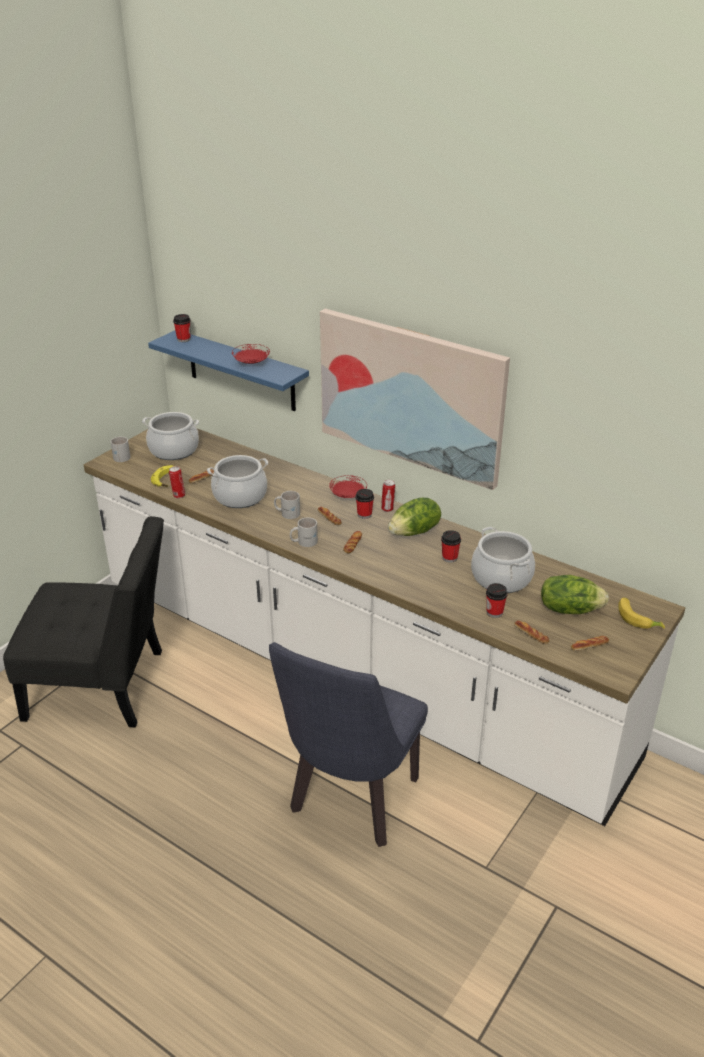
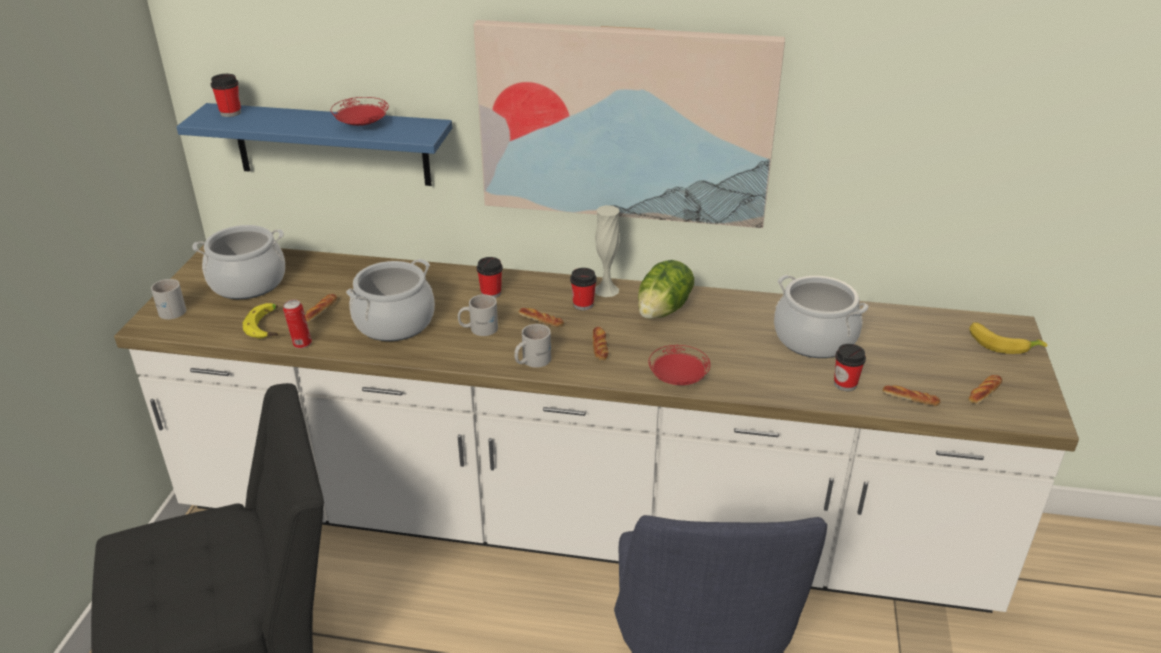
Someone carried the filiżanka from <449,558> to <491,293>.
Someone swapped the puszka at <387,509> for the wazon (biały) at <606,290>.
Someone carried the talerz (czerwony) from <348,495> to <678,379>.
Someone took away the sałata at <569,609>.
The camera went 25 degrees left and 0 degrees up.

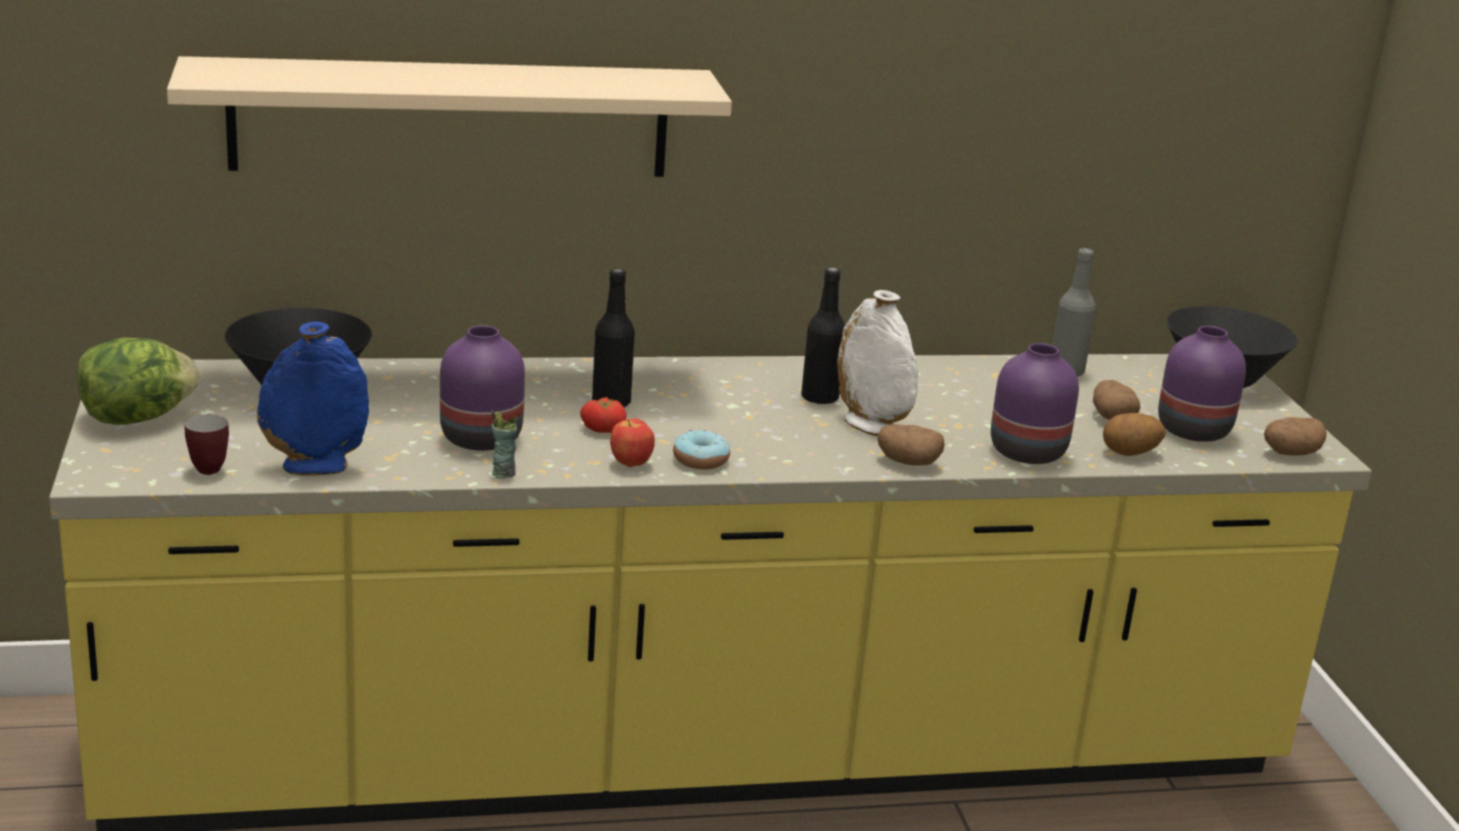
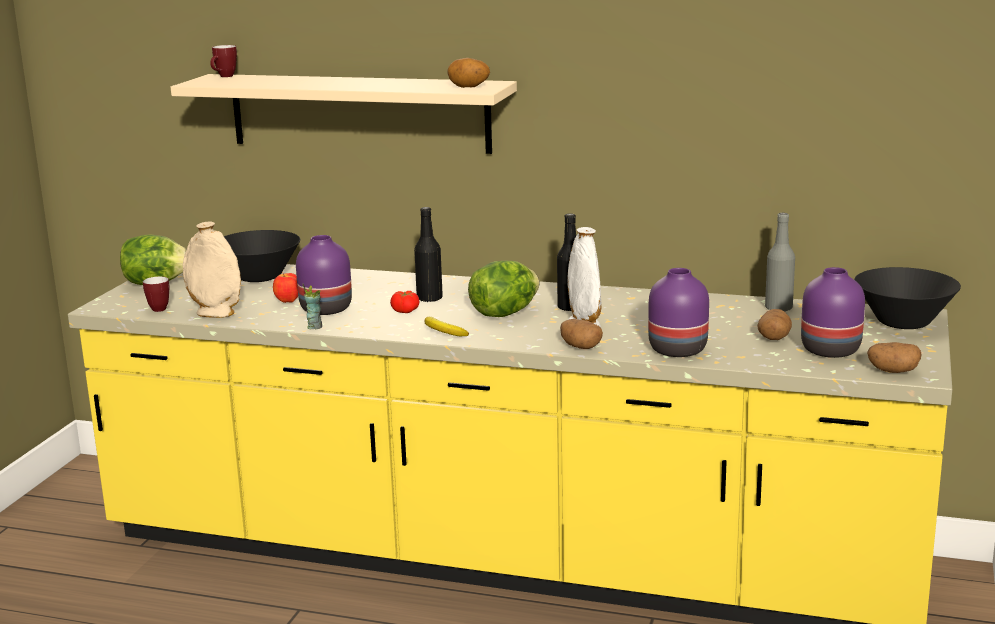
Someone repainted the wazon (niebieski) at <315,467>, which became the wazon (beżowy) at <215,313>.
Someone put down the kubek at <224,77>.
Someone carried the jabłko from <631,464> to <288,301>.
Someone swapped the donut at <701,460> for the banan at <443,332>.
Someone carried the ziemniak from <1130,453> to <468,87>.
Someone put down the sałata at <504,313>.
The camera went 30 degrees right and 5 degrees down.

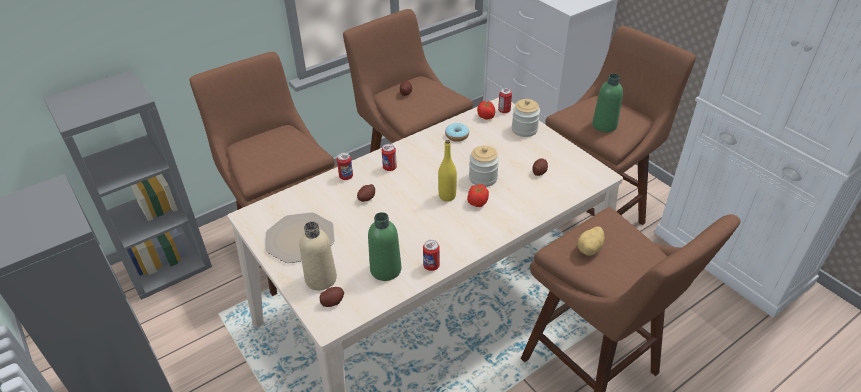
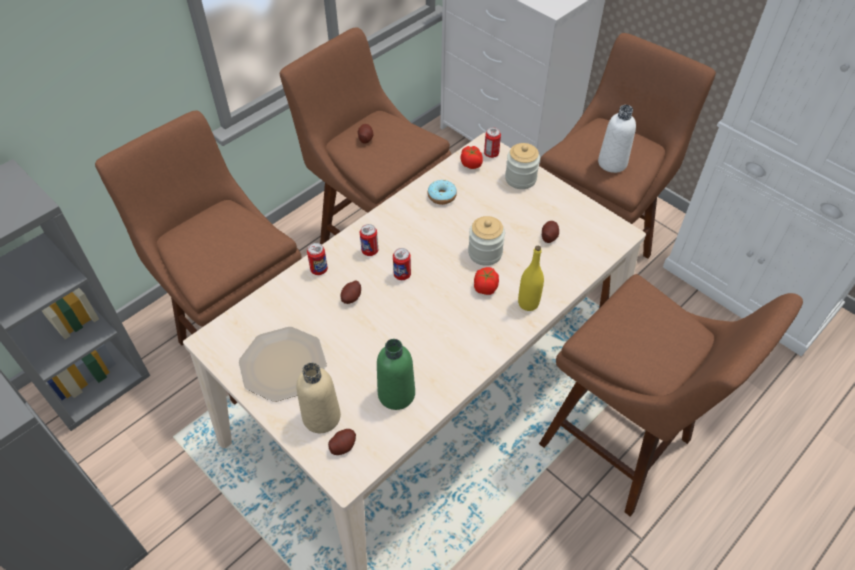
Someone carried the puszka from <431,266> to <402,275>.
Someone carried the butelka (żółty) from <447,196> to <528,303>.
Someone repainted the butelka (zielony) at <604,125>, which became the butelka (biały) at <612,163>.
Someone took away the ziemniak at <590,249>.
The camera went 10 degrees left and 10 degrees up.

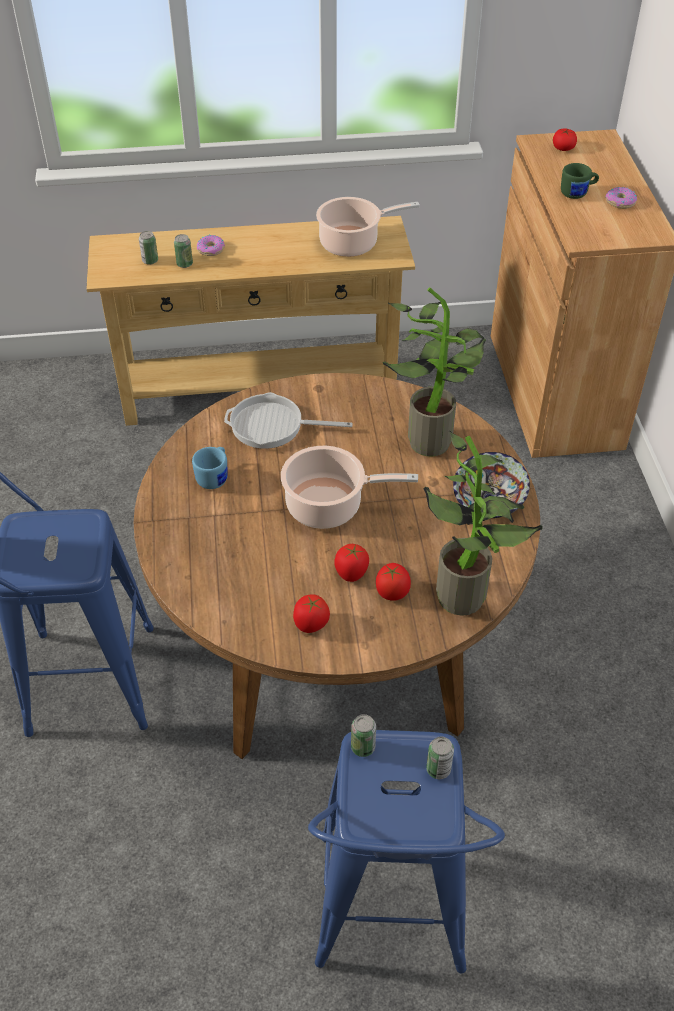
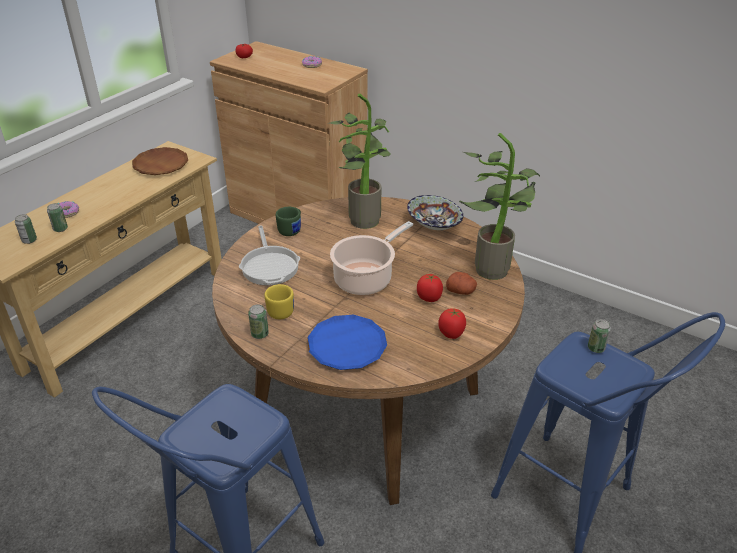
Someone swapped the garnek at <353,243> for the talerz (brązowy) at <161,165>.
Someone rotated the patelnia at <272,426> by 60 degrees counterclockwise.
Someone carried the puszka from <363,747> to <260,334>.
Someone repainted the kubek (niebieski) at <215,477>, which became the kubek (żółty) at <279,310>.
Someone carried the kubek (zielony) from <578,193> to <291,230>.
Someone put down the talerz (niebieski) at <347,346>.
Someone swapped the pomidor at <392,592> for the ziemniak at <461,291>.
The camera went 50 degrees left and 10 degrees down.

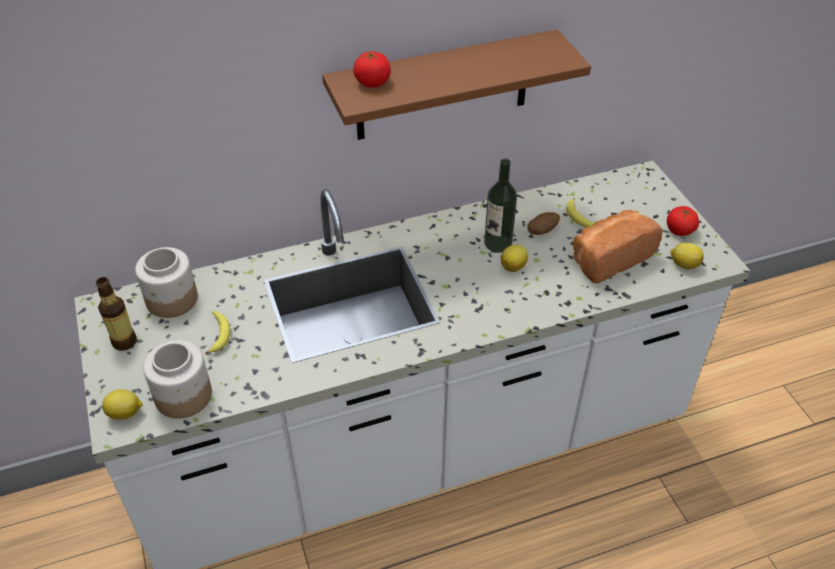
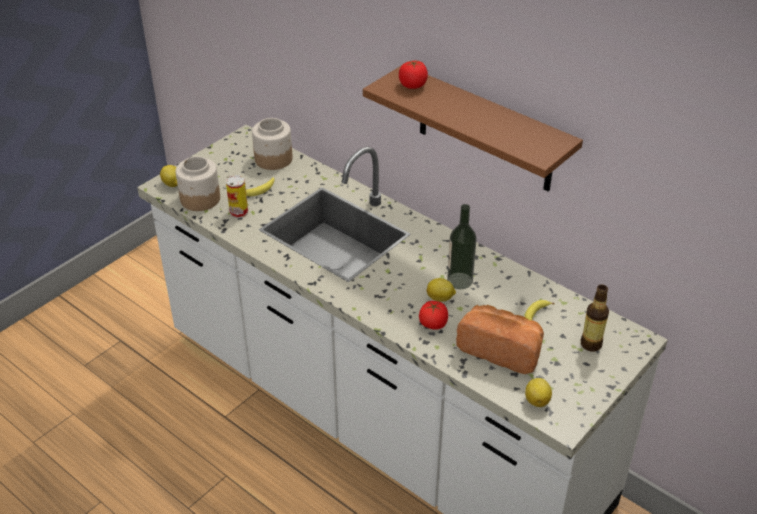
Someone put down the puszka at <239,212>.
Someone carried the pomidor from <679,230> to <433,324>.
Someone carried the butelka from <124,342> to <591,344>.
Someone took away the ziemniak at <542,231>.
The camera went 60 degrees right and 5 degrees down.

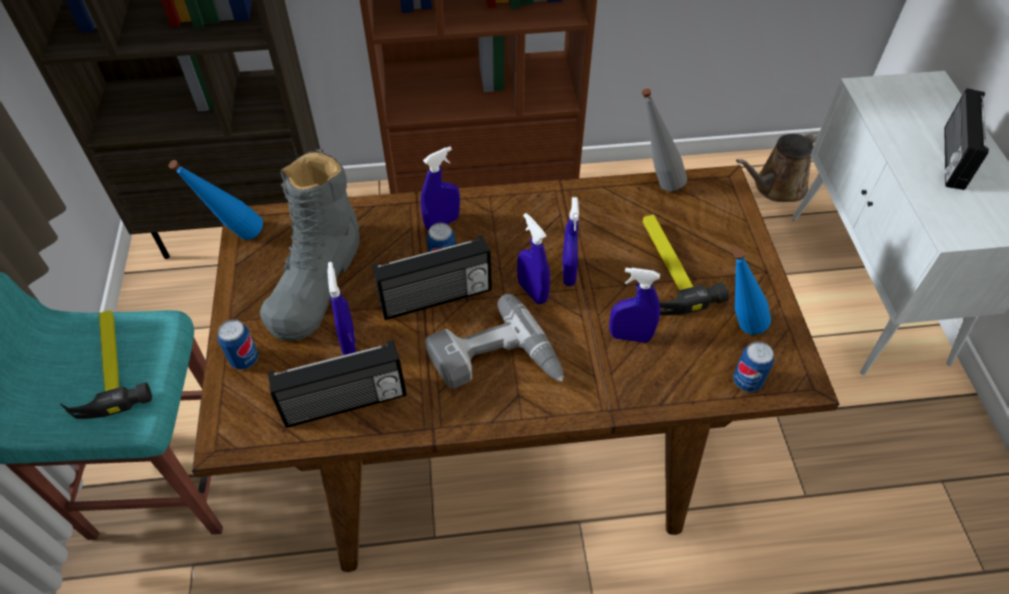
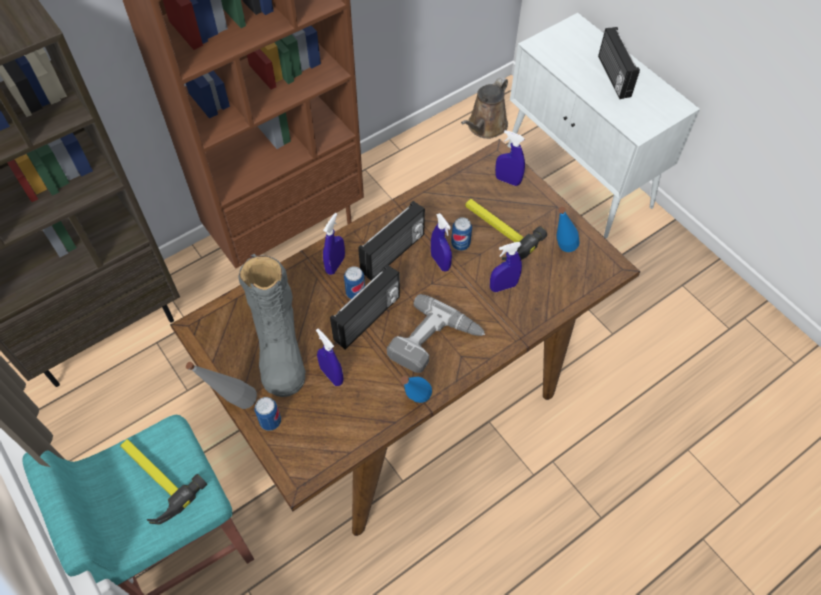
Someone carried the butelka (szary) from <656,182> to <233,403>.
Someone carried the radio from <345,404> to <393,254>.
Someone carried the butelka (niebieski) from <235,238> to <414,404>.
Someone carried the puszka from <747,381> to <460,244>.
Someone carried the spryskiwacz (niebieski) from <532,292> to <507,180>.
The camera went 30 degrees left and 5 degrees up.

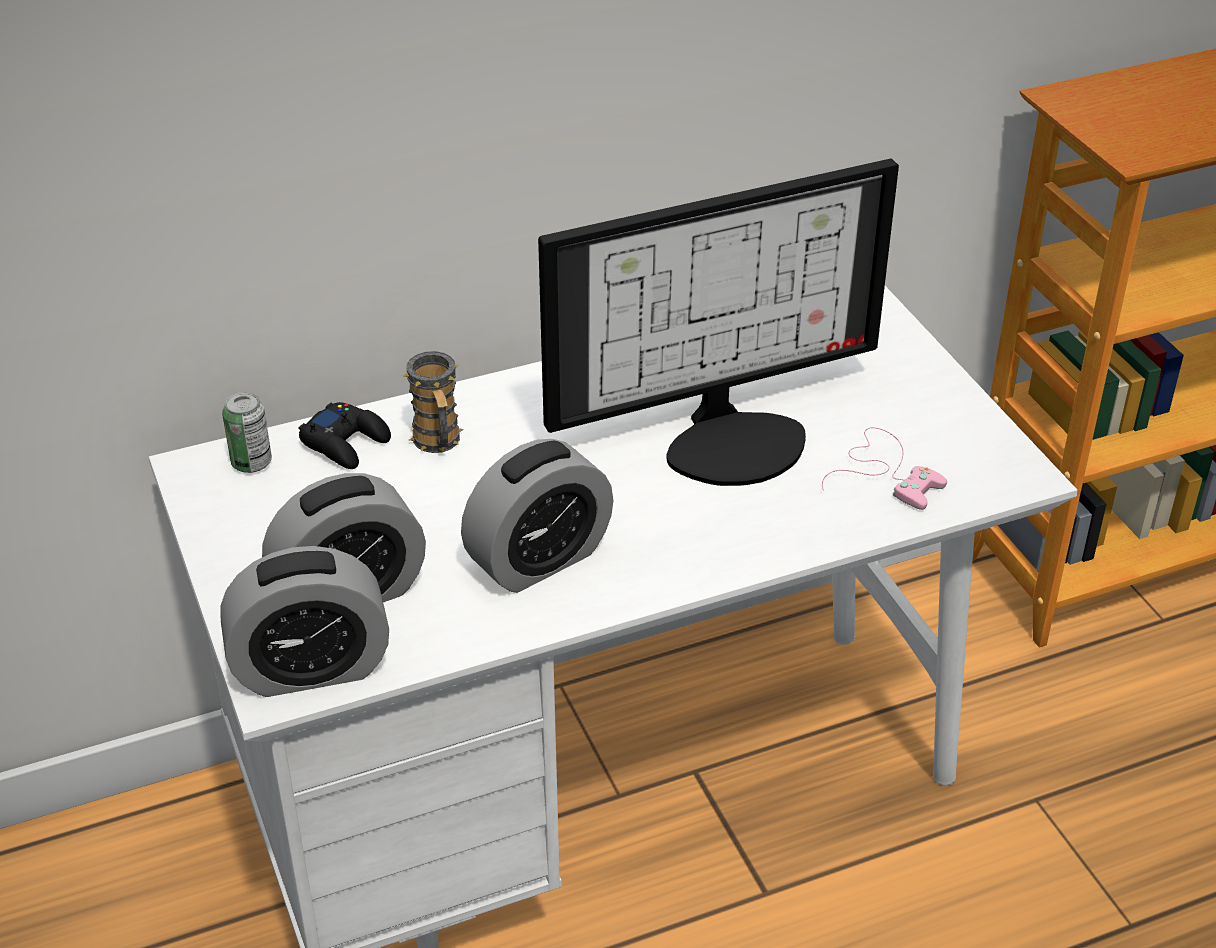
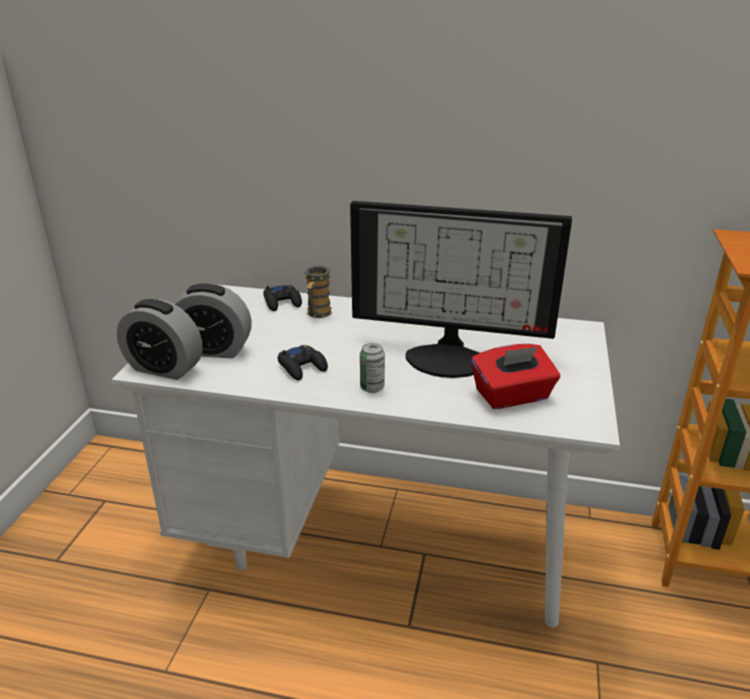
Someone swapped the budzik at <539,559> for the pad do gier (czarny) at <302,367>.
Someone carried the puszka from <251,463> to <372,387>.
Someone swapped the pad do gier (różowy) at <885,471> for the pudełko chusteczek (czerwony) at <512,396>.
The camera went 35 degrees right and 10 degrees down.

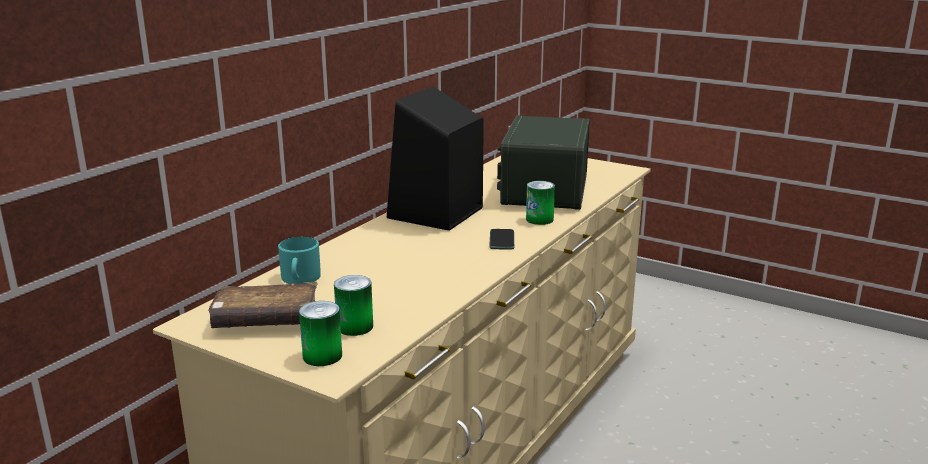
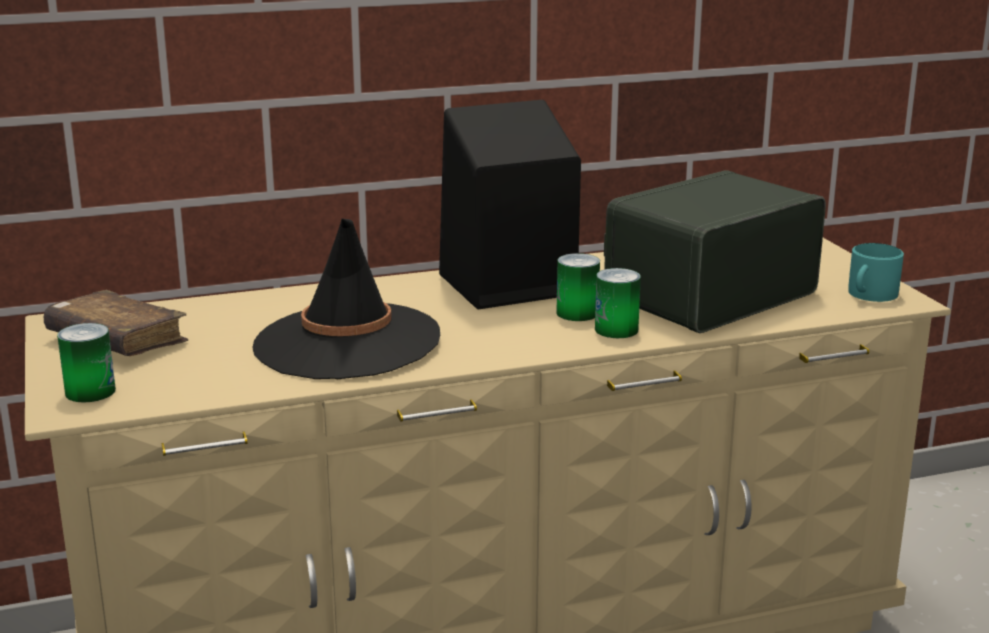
Someone put down the kapelusz (czarny) at <347,342>.
Someone carried the puszka from <355,326> to <577,313>.
Someone carried the kubek (turkusowy) from <300,278> to <870,294>.
Someone took away the telefon at <501,240>.
The camera went 40 degrees right and 0 degrees up.

